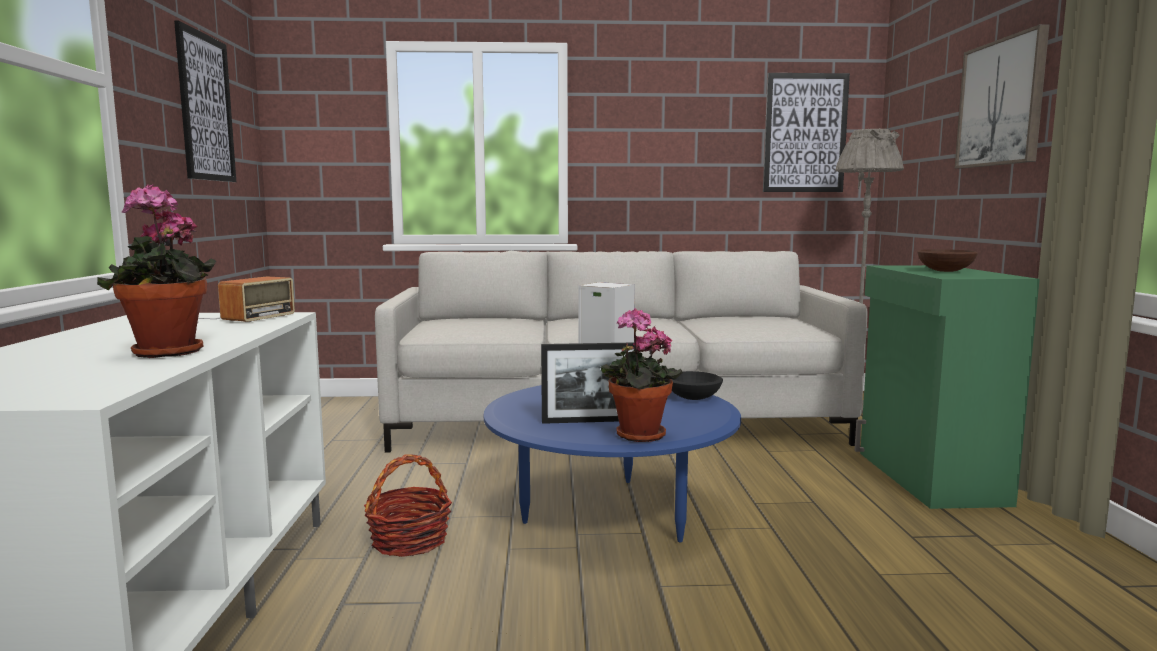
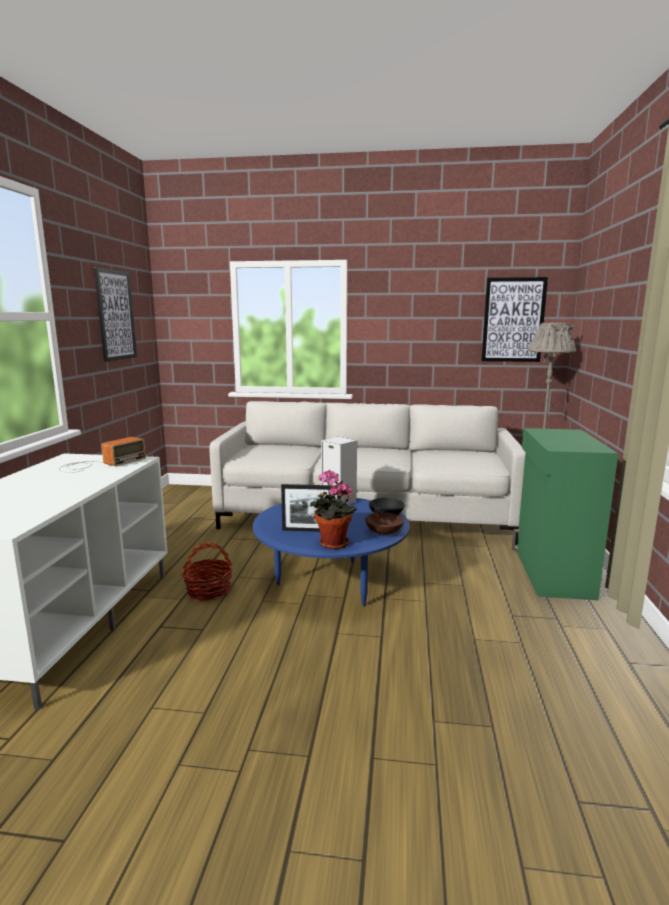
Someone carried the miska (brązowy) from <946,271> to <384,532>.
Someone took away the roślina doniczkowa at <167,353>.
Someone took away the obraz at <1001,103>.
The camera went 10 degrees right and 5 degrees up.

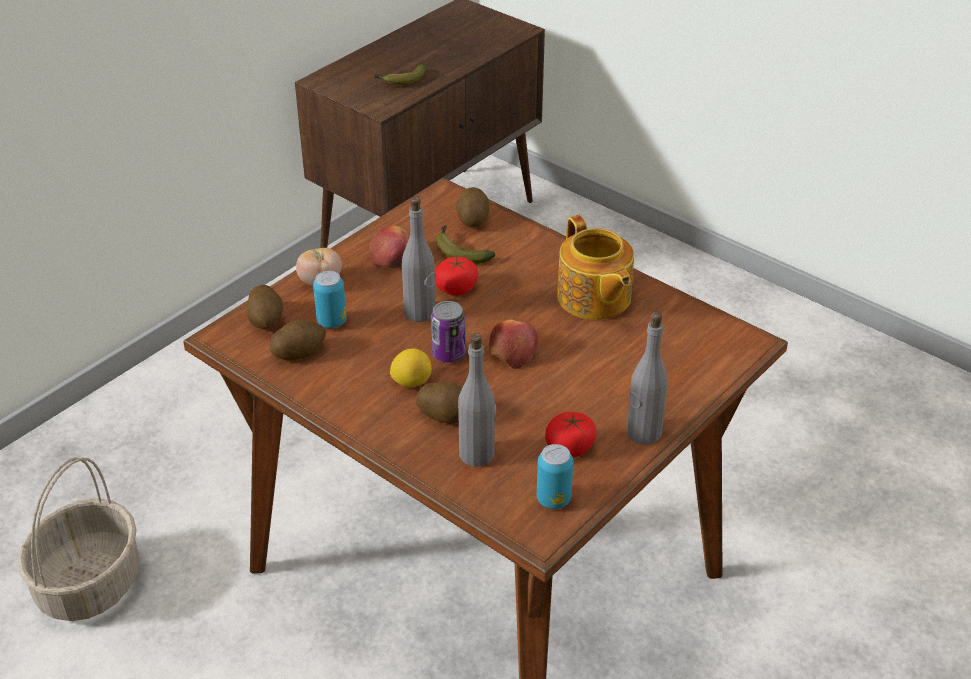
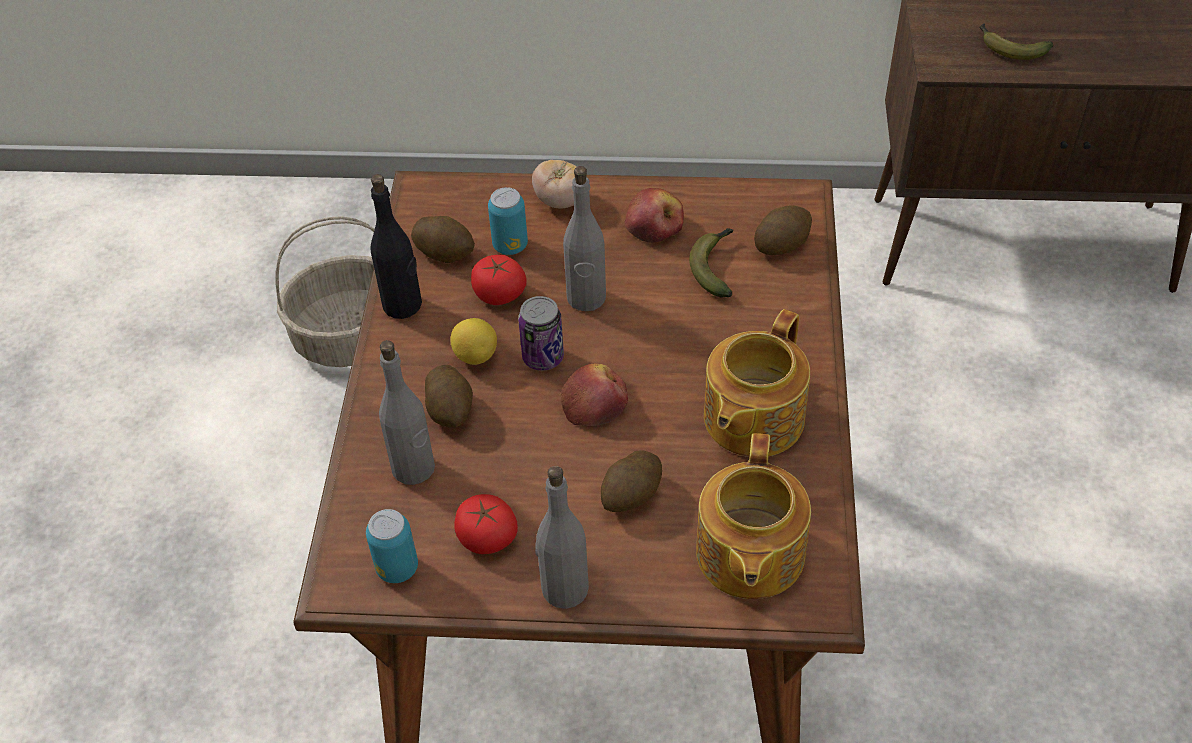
Someone put down the butelka (czarny) at <402,305>.
Someone carried the pomidor from <456,288> to <499,293>.
Someone carried the ziemniak from <266,320> to <631,495>.
Someone put down the imbryk at <748,555>.
The camera went 55 degrees right and 10 degrees up.

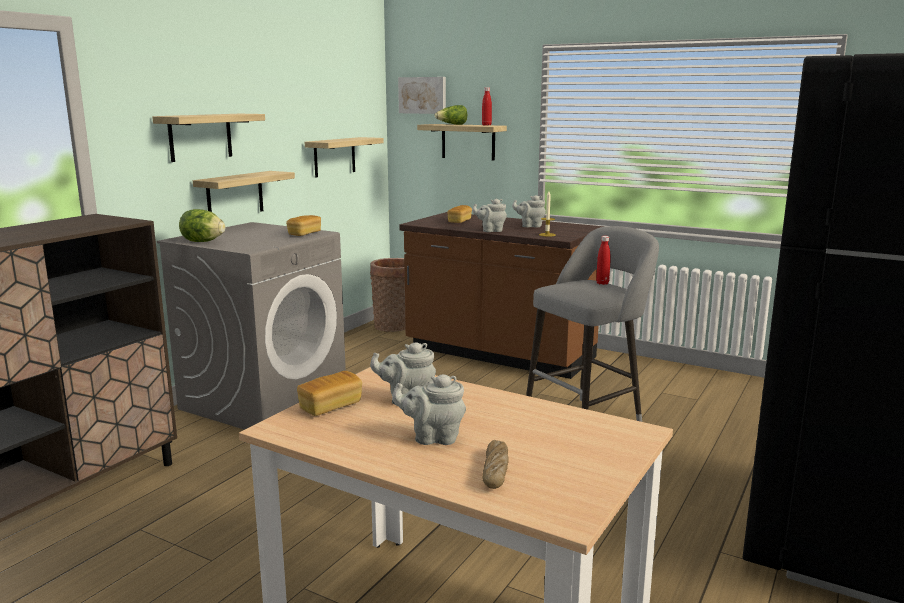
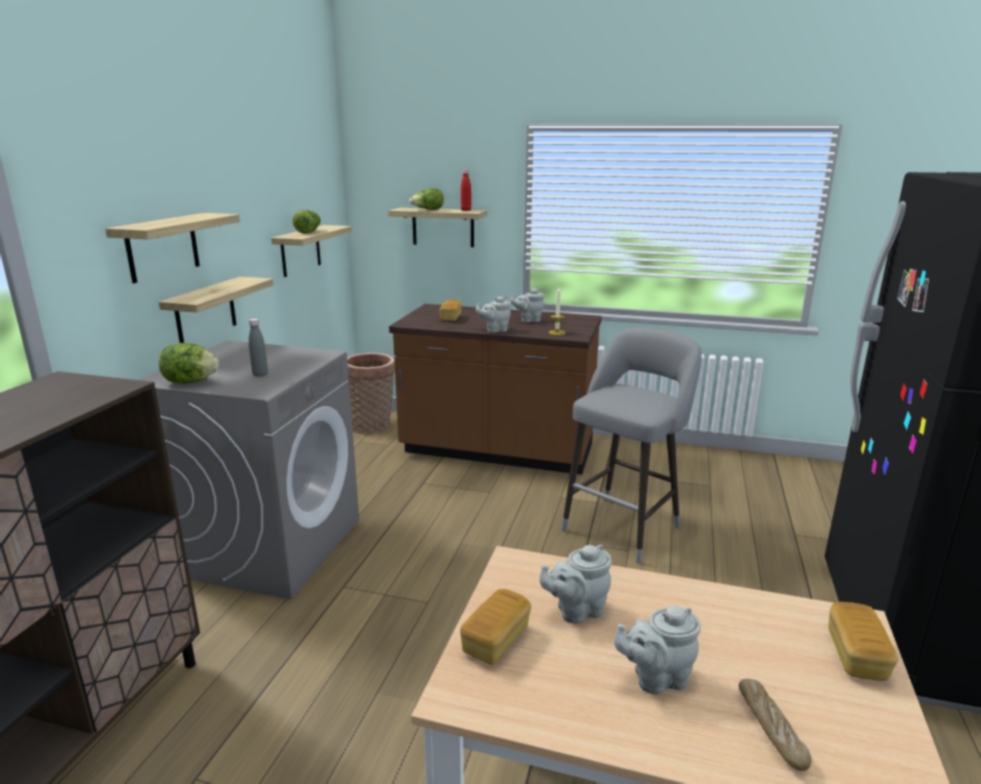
Someone put down the butelka (szary) at <260,374>.
Someone put down the sałata at <308,232>.
Someone carried the chleb from <304,234> to <856,655>.
Someone took away the obraz at <423,95>.
Someone took away the butelka (czerwony) at <602,283>.
The camera went 15 degrees left and 5 degrees up.

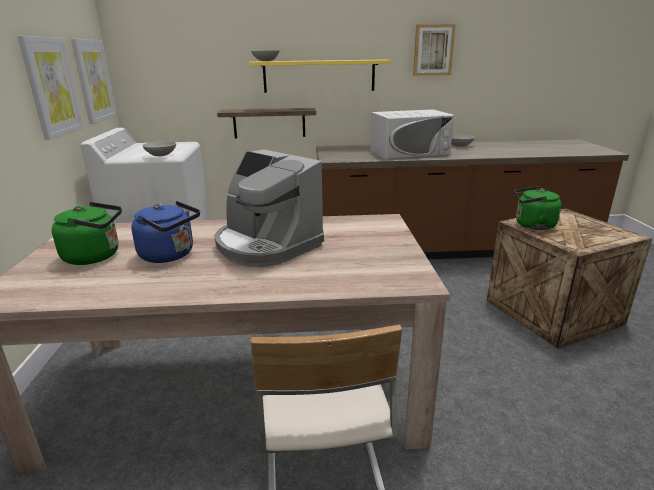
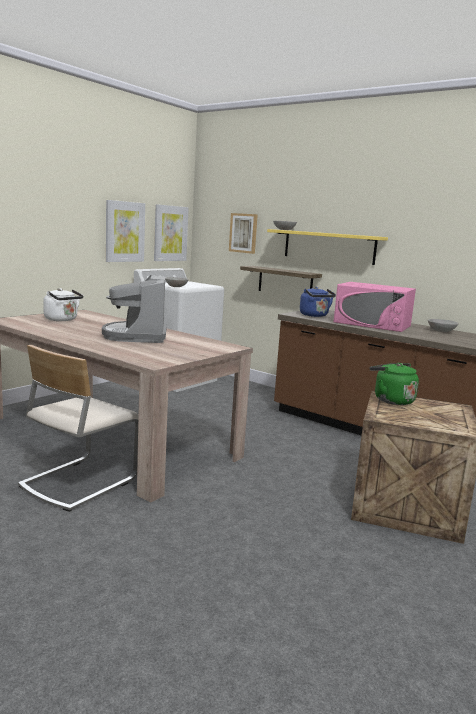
Someone repainted the czajnik (zielony) at <96,256>, which became the czajnik (biały) at <62,320>.
Someone carried the obraz from <433,50> to <243,233>.
Someone carried the czajnik (niebieski) from <170,255> to <315,315>.
Someone repainted the mikrofalówka (biały) at <409,152>, which became the mikrofalówka (różowy) at <372,324>.
The camera went 40 degrees right and 10 degrees down.

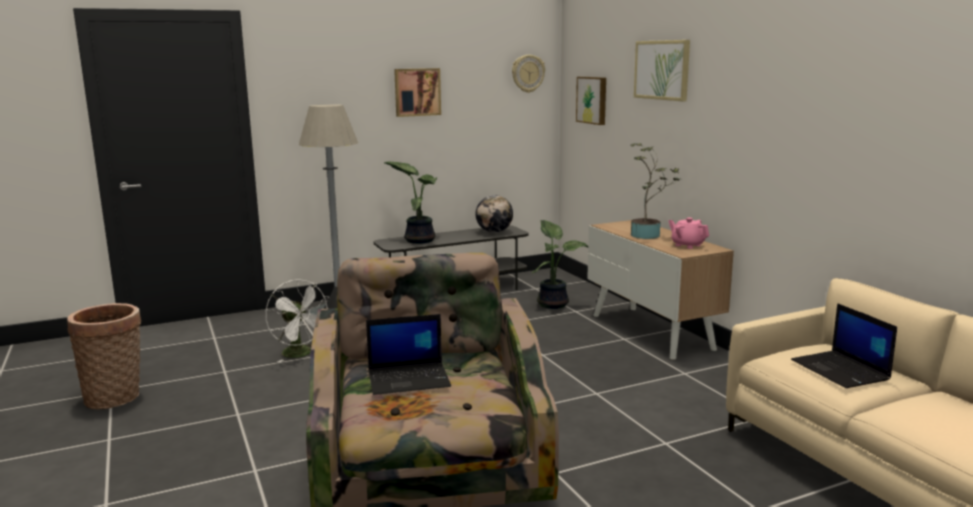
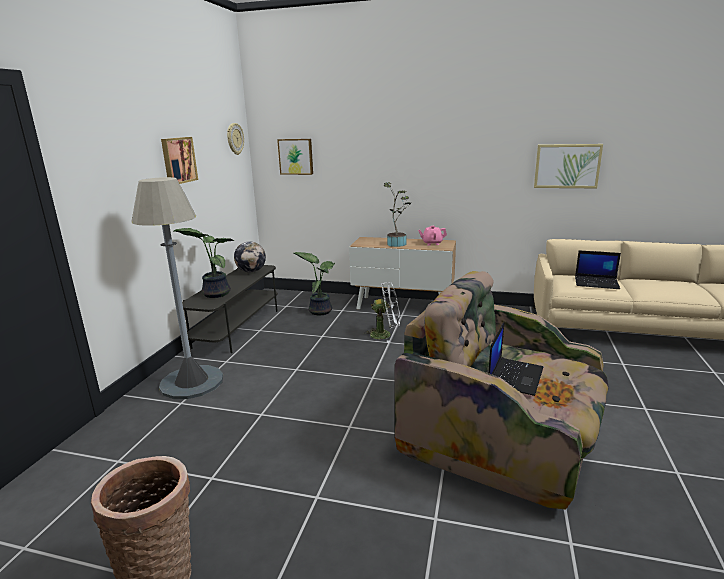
Someone carried the wentylator (biały) from <301,354> to <385,334>.
Someone carried the obraz from <662,70> to <567,166>.
The camera went 50 degrees left and 5 degrees up.

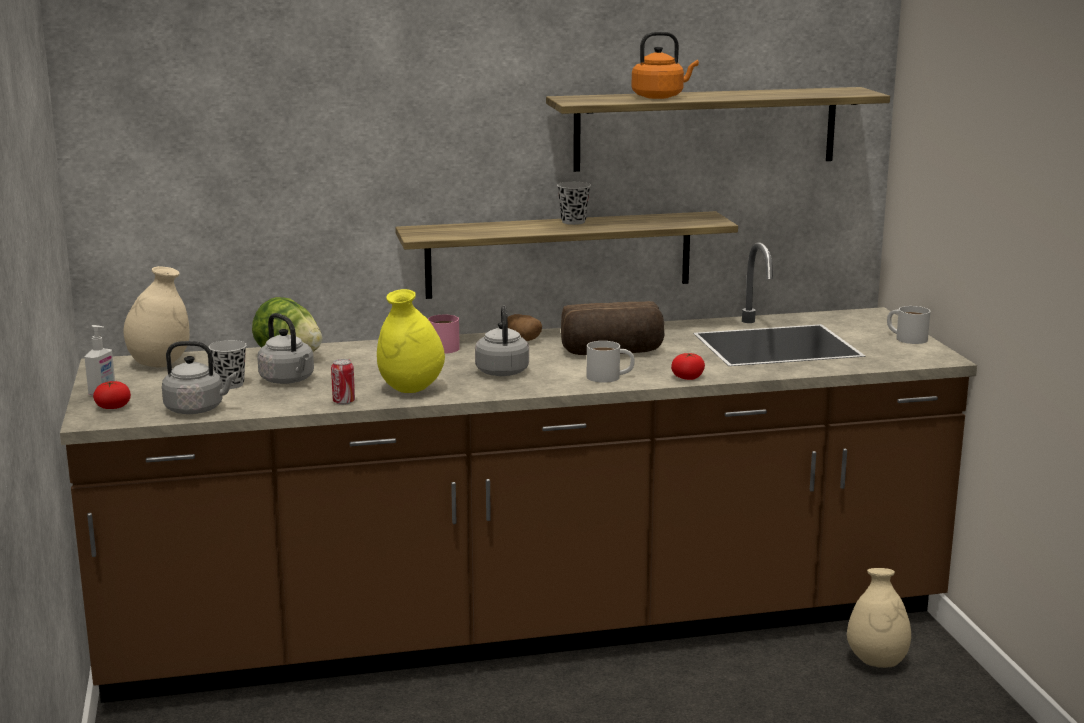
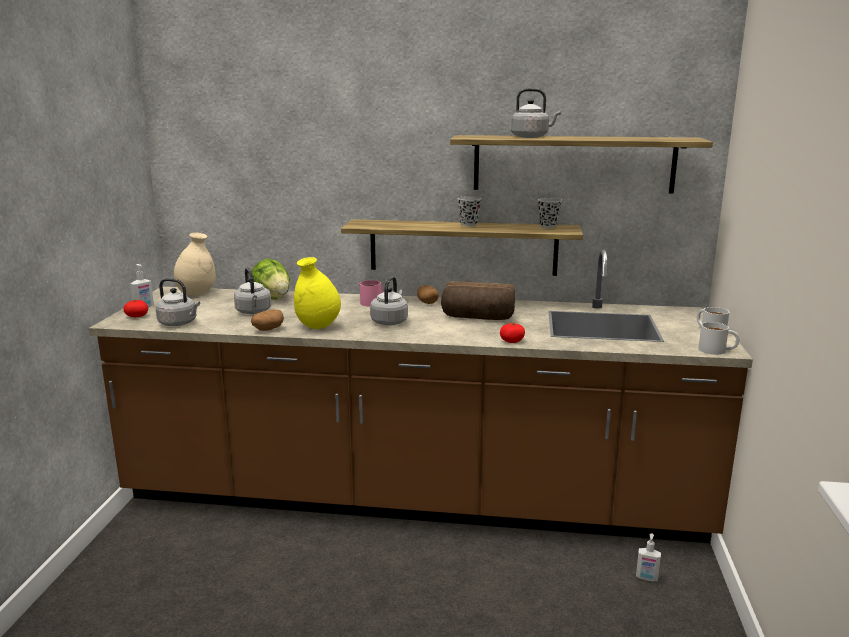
Someone swapped the puszka at <343,402> for the ziemniak at <268,329>.
Someone repainted the czajnik (pomarańczowy) at <660,97>, which became the czajnik (szary) at <531,137>.
Someone carried the filiżanka (czarny) from <230,384> to <548,226>.
Someone swapped the wazon (beżowy) at <876,662> for the dozownik mydła at <646,578>.
Someone carried the kubek (biały) from <610,377> to <717,350>.
The camera went 20 degrees right and 0 degrees up.

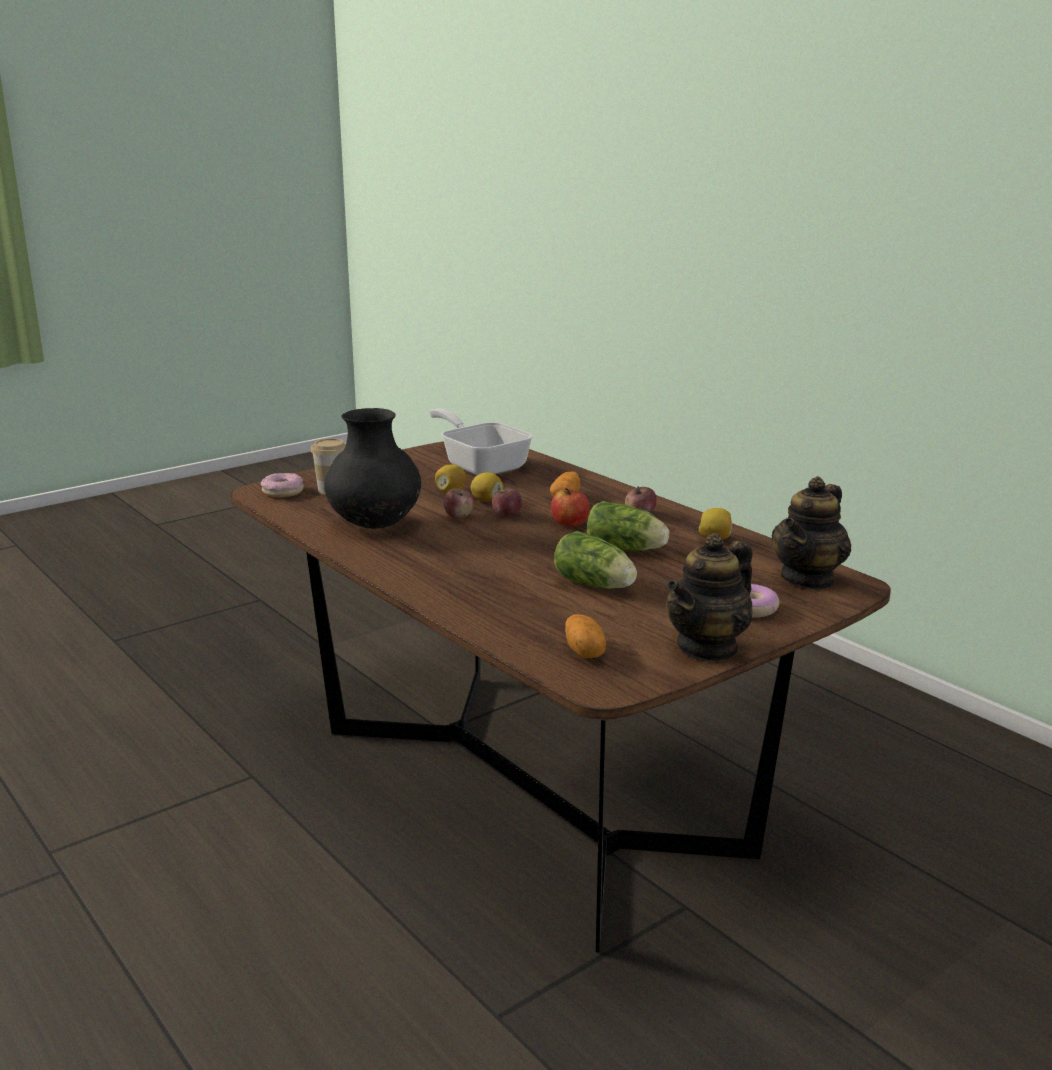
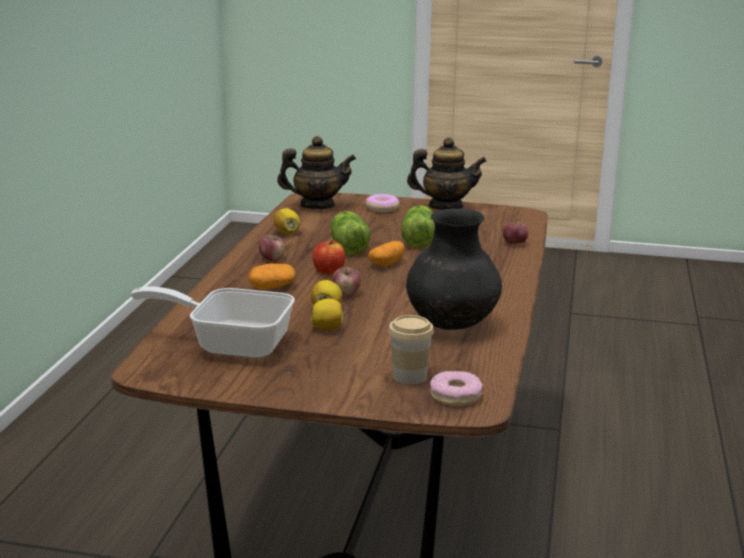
Someone rotated the patelnia at <481,465> by 90 degrees clockwise.
Someone carried the ziemniak from <585,651> to <386,264>.
Someone carried the jabłko from <459,516> to <514,243>.
The camera went 130 degrees left and 0 degrees up.

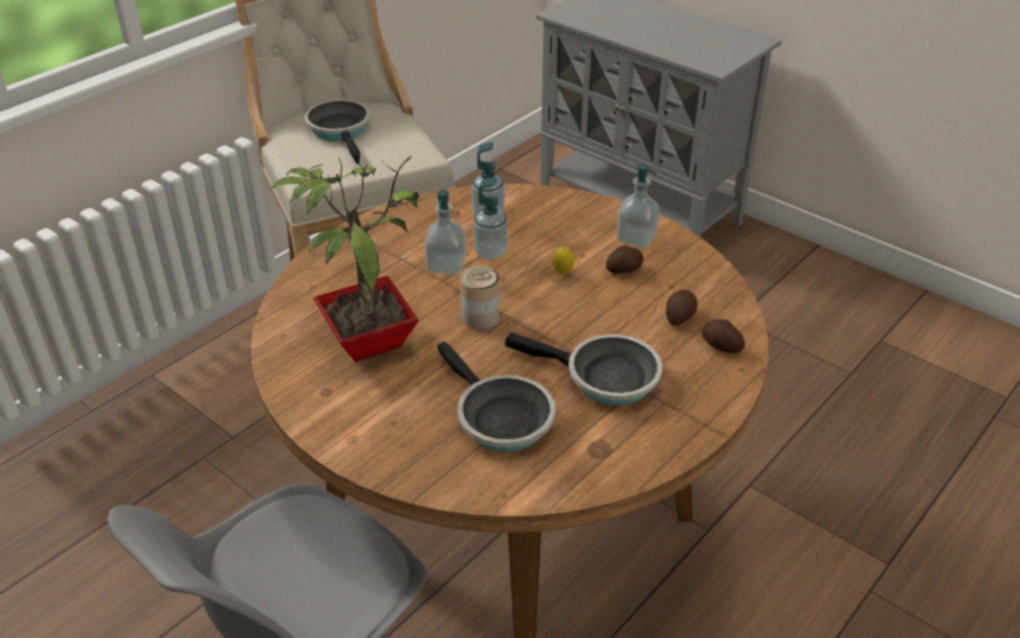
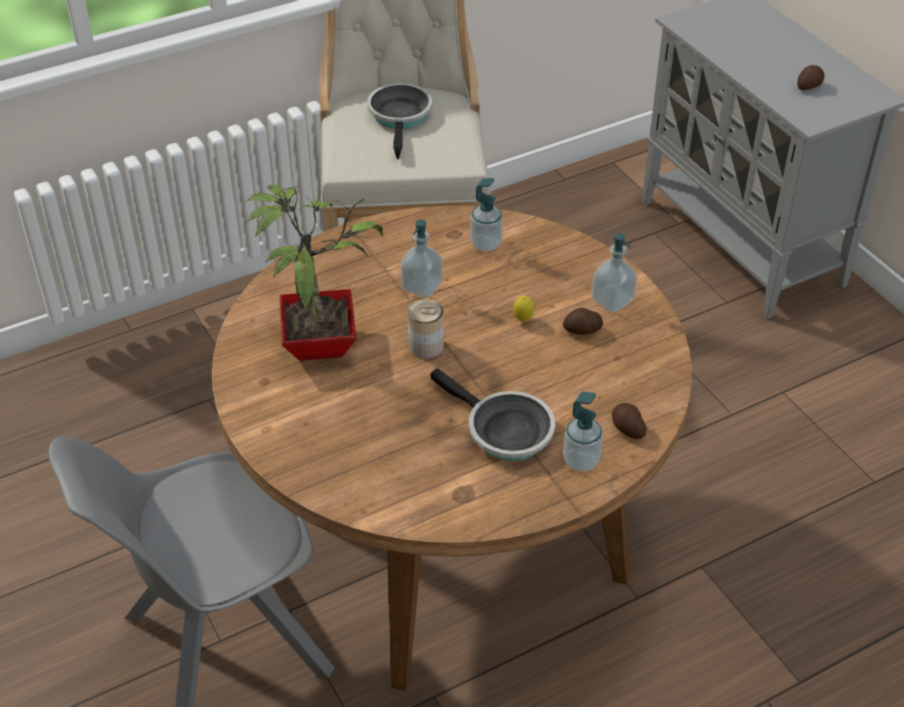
Someone carried the dozownik mydła from <490,253> to <581,461>.
Someone carried the ziemniak from <679,316> to <808,86>.
Someone took away the patelnia at <499,418>.
The camera went 20 degrees right and 5 degrees up.

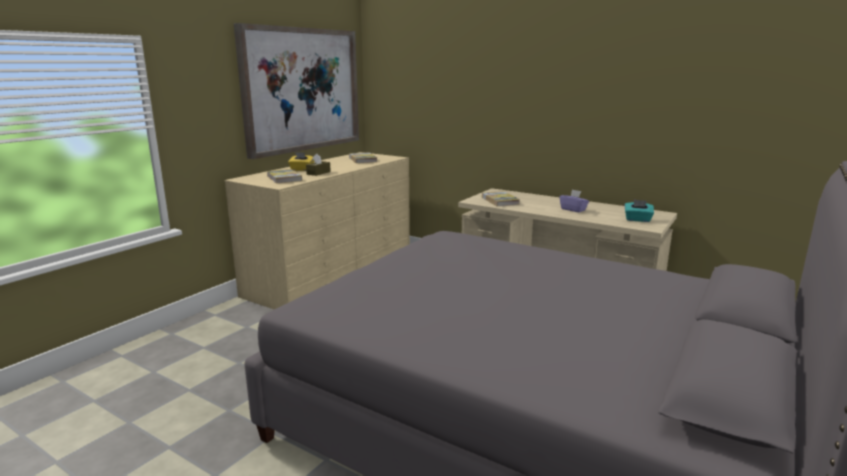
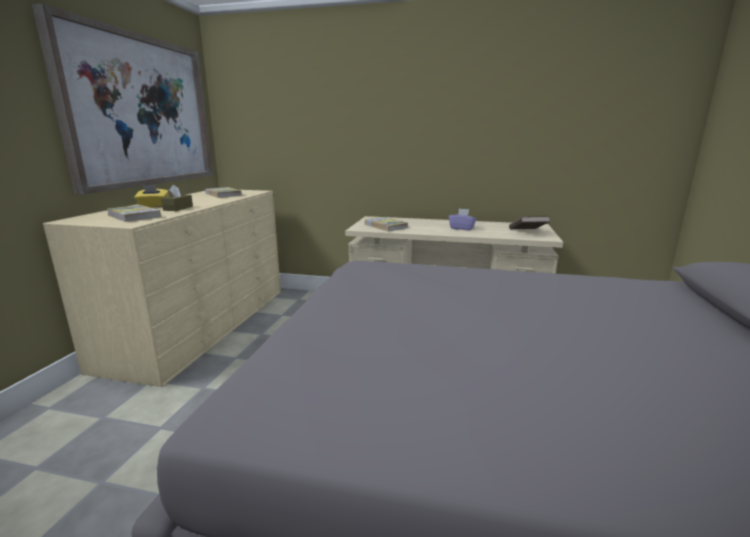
Someone swapped the pudełko chusteczek (turkusowy) at <637,220> for the książka (brązowy) at <527,232>.
The camera went 20 degrees left and 0 degrees up.

